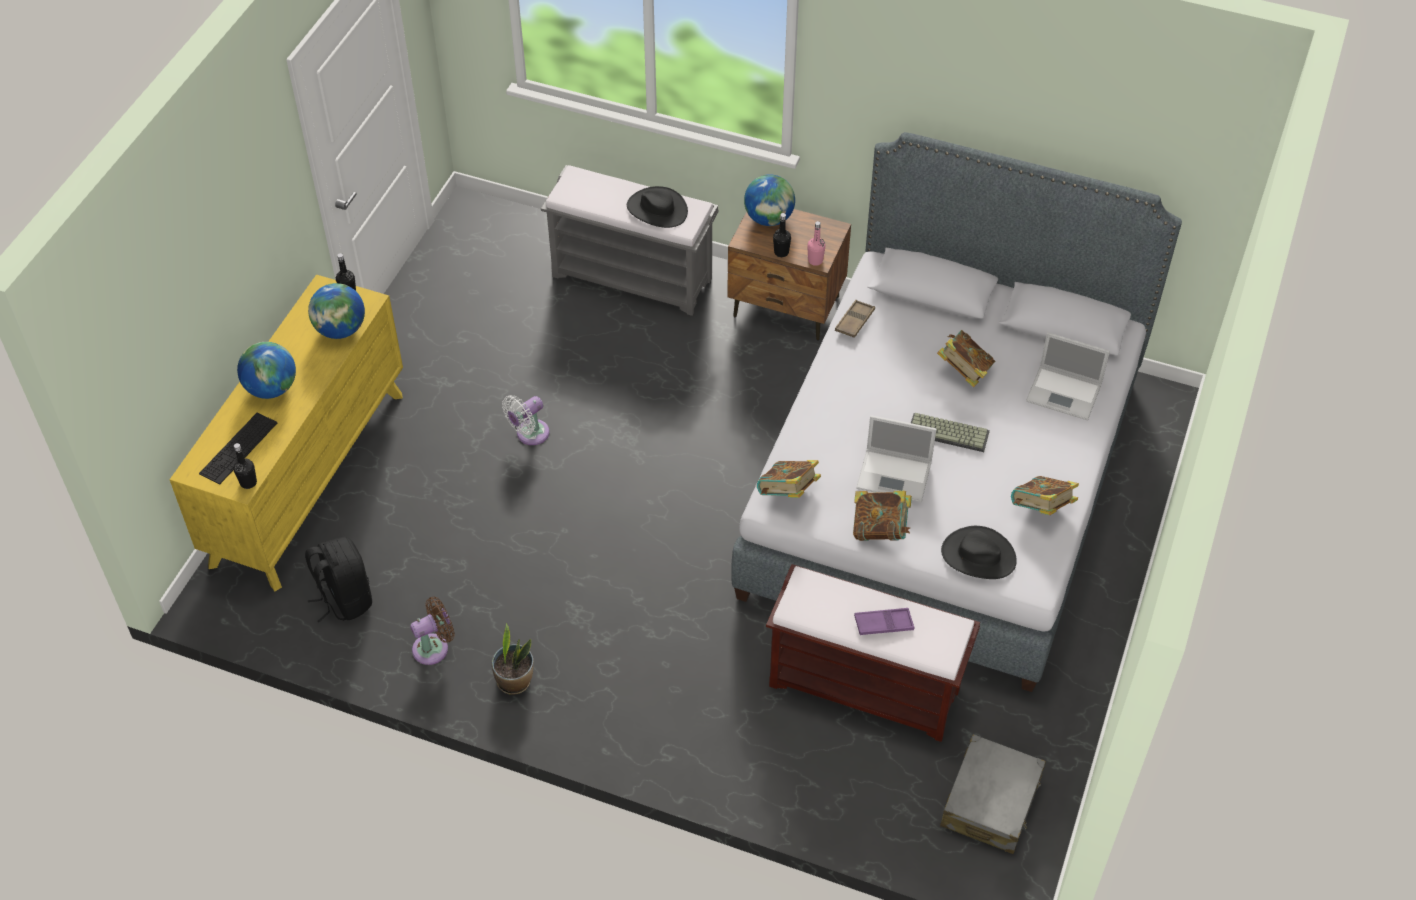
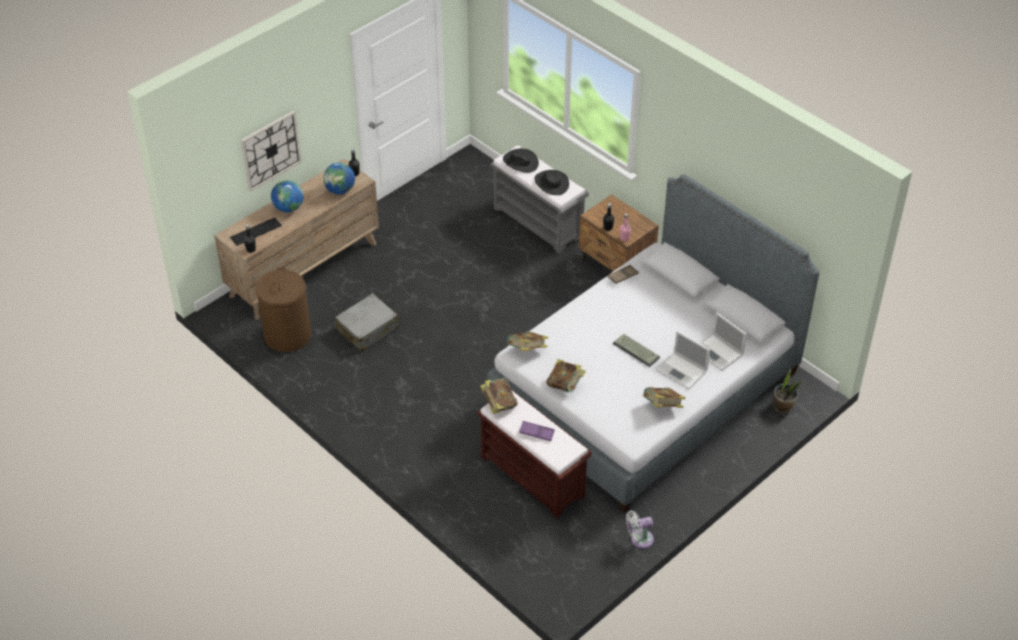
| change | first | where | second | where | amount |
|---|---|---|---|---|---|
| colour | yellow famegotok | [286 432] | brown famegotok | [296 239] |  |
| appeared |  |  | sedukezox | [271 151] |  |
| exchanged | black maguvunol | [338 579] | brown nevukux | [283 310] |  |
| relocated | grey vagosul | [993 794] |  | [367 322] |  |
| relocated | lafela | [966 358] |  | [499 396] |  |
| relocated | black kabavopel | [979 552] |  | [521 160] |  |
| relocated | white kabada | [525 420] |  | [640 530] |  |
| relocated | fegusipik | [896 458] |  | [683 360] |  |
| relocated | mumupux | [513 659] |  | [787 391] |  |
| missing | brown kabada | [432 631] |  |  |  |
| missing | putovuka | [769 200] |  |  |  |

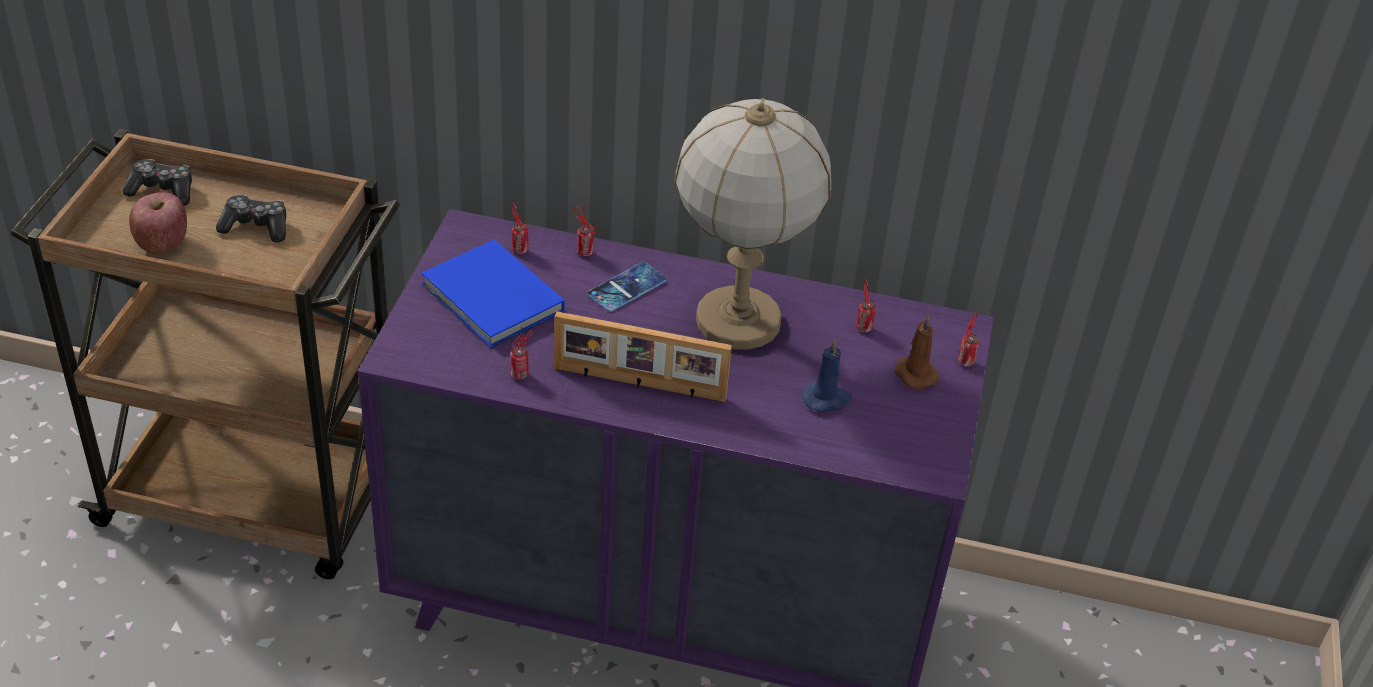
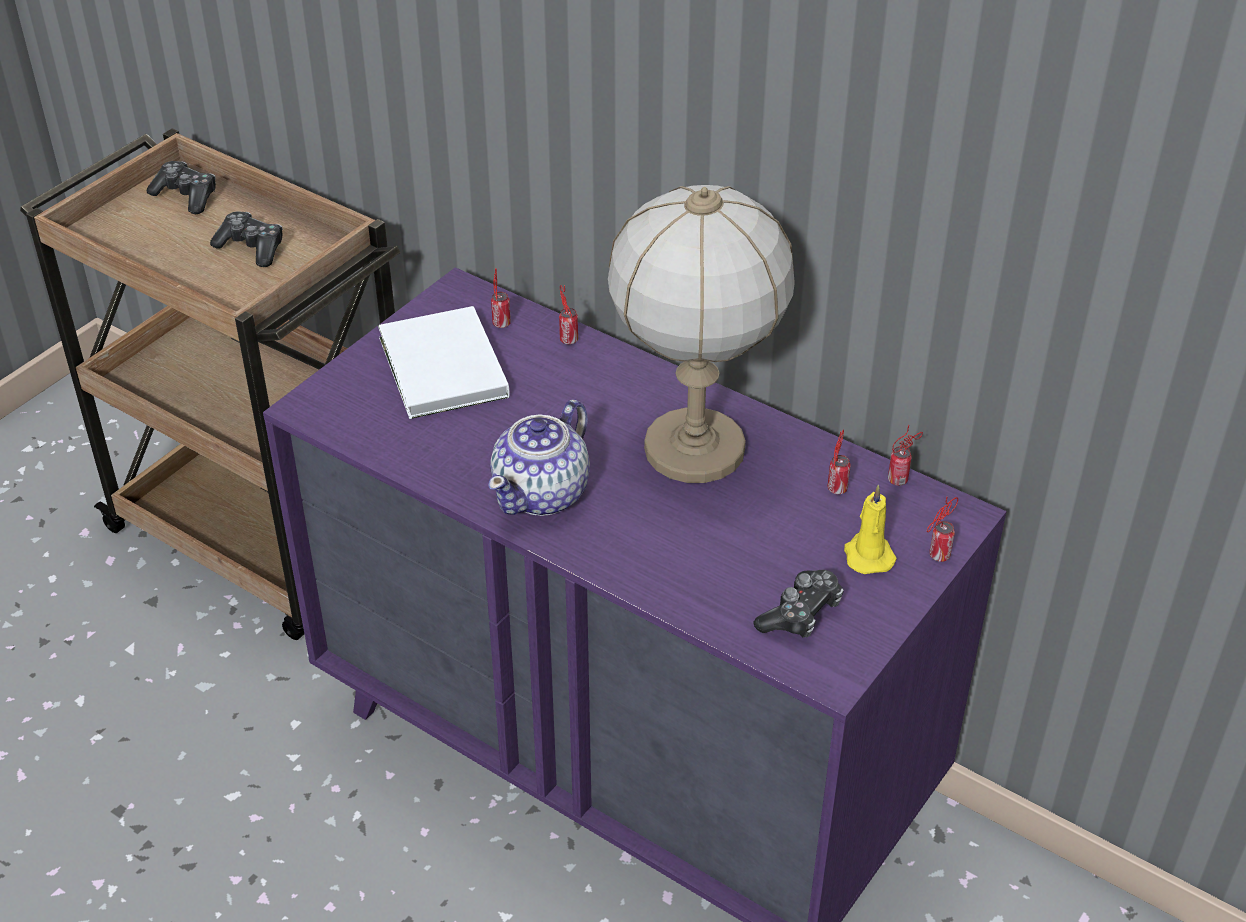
| change | first | where | second | where | amount |
|---|---|---|---|---|---|
| colour | blue lafela | [493 294] | white lafela | [444 362] |  |
| exchanged | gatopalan | [643 356] | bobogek | [539 458] |  |
| appeared |  |  | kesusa | [798 604] |  |
| colour | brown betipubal | [917 352] | yellow betipubal | [870 529] |  |
| relocated | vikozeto | [522 353] |  | [905 455] |  |
| missing | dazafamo | [158 223] |  |  |  |
| missing | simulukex | [627 287] |  |  |  |
| missing | blue betipubal | [827 375] |  |  |  |

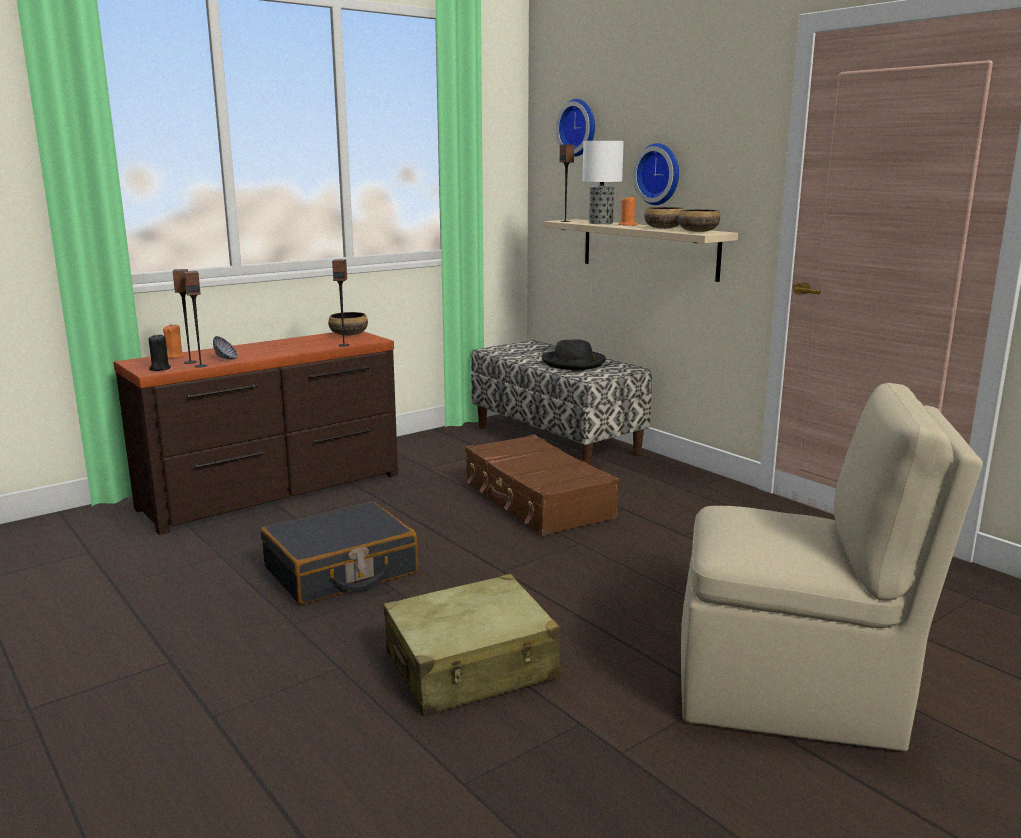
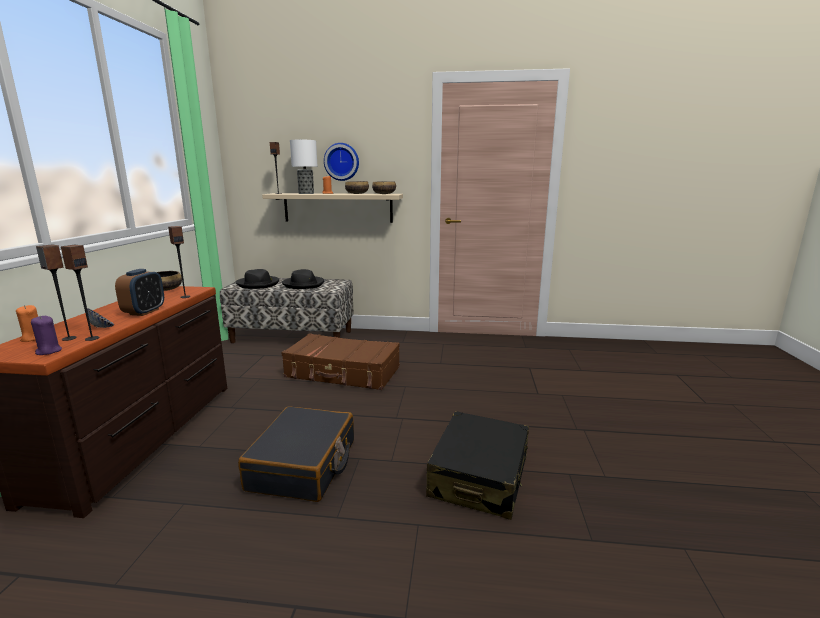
| change | first | where | second | where | amount |
|---|---|---|---|---|---|
| colour | black betipubal | [159 353] | purple betipubal | [46 335] |  |
| appeared |  |  | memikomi | [139 292] |  |
| appeared |  |  | black kabavopel | [257 279] |  |
| colour | beige vagosul | [472 645] | black vagosul | [477 465] |  |
| missing | sedukezox | [575 128] |  |  |  |
| missing | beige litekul | [832 567] |  |  |  |

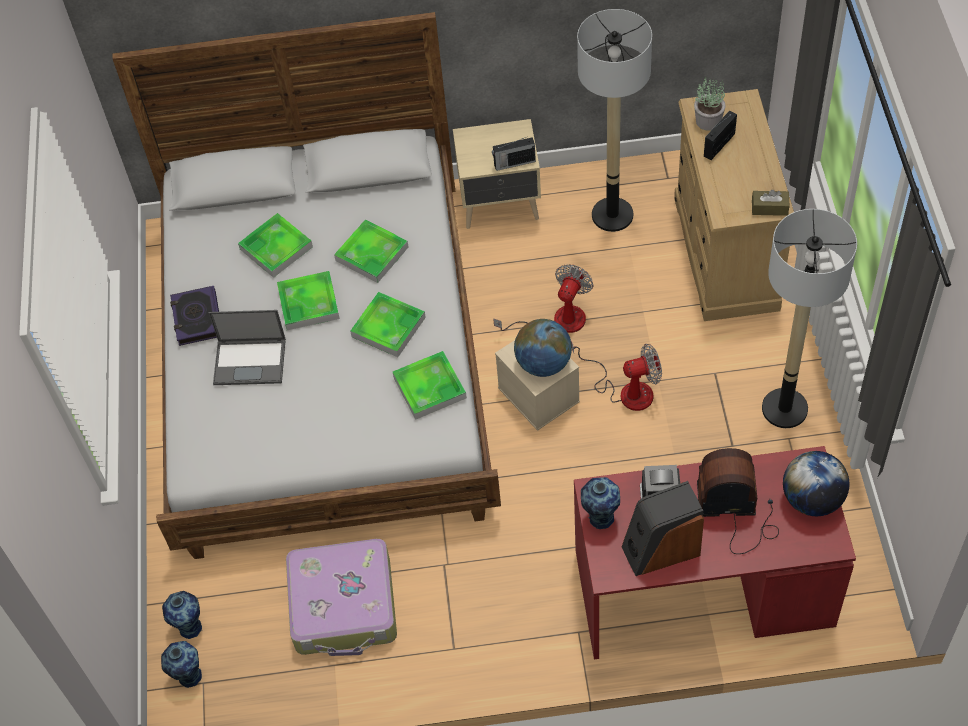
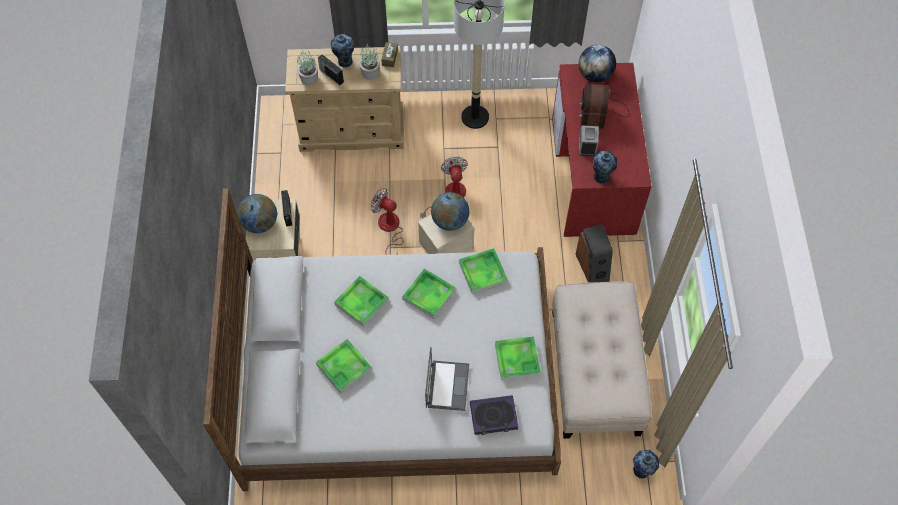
| change | first | where | second | where | amount |
|---|---|---|---|---|---|
| appeared |  |  | putovuka | [257 213] |  |
| relocated | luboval | [182 615] |  | [342 51] |  |
| appeared |  |  | mumupux | [369 62] |  |
| relocated | lafela | [194 316] |  | [494 415] |  |
| relocated | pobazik | [308 300] |  | [518 358] |  |
| exchanged | vagosul | [341 597] | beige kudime | [602 360] |  |
| relocated | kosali | [663 528] |  | [594 253] |  |
| missing | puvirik | [614 120] |  |  |  |

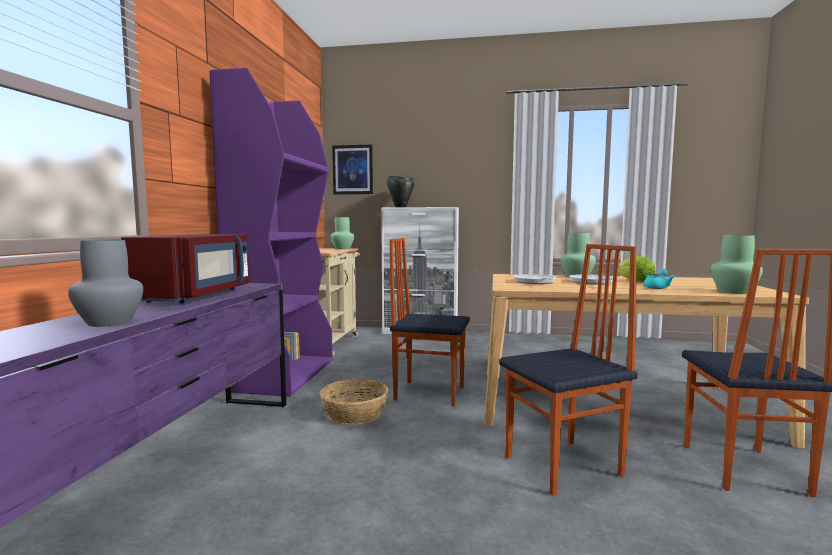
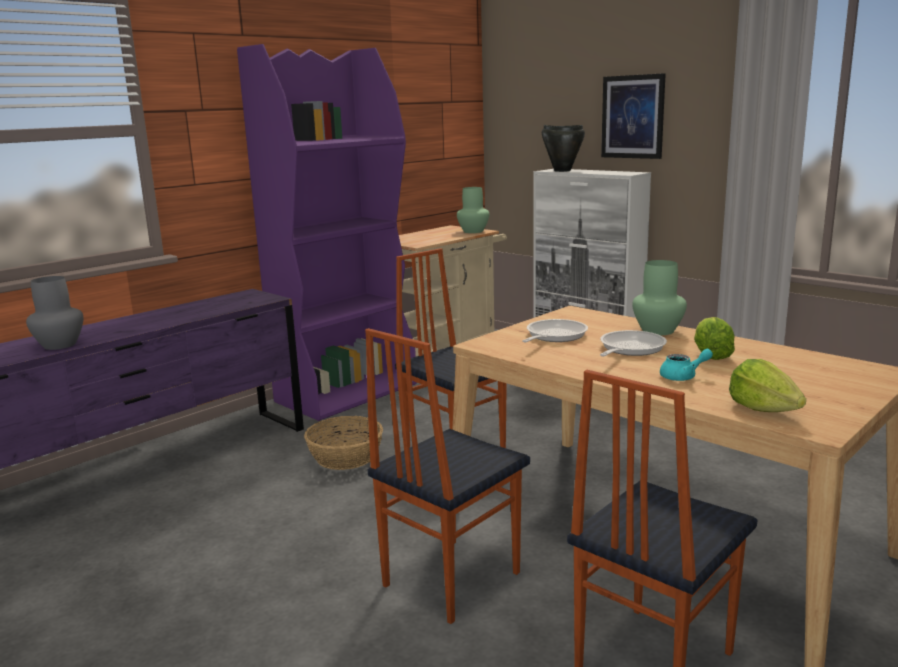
| change | first | where | second | where | amount |
|---|---|---|---|---|---|
| spun | litekul | [568 370] |  | [447 476] | 120 degrees clockwise |
| relocated | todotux | [352 169] |  | [633 116] |  |
| exchanged | green luboval | [737 264] | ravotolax | [767 385] |  |
| missing | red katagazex | [185 269] |  |  |  |

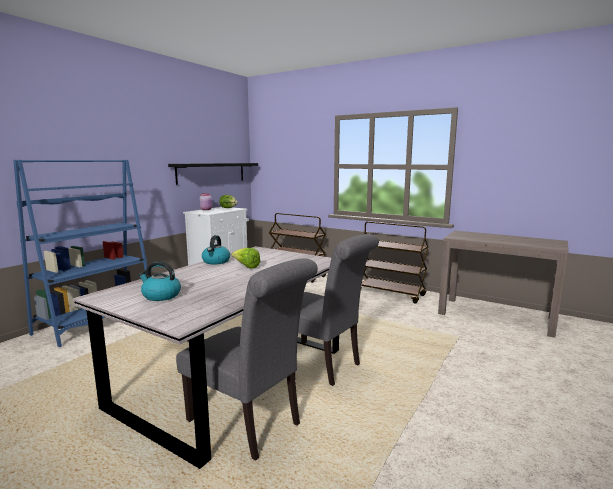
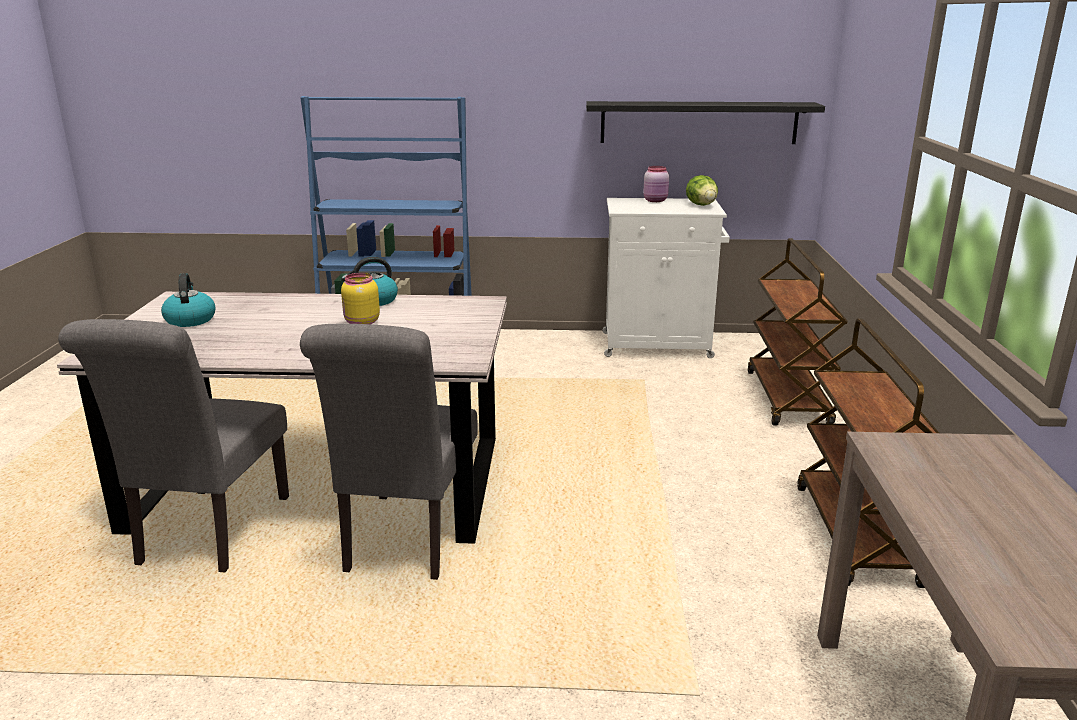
| change | first | where | second | where | amount |
|---|---|---|---|---|---|
| exchanged | ravotolax | [245 258] | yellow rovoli | [360 298] |  |

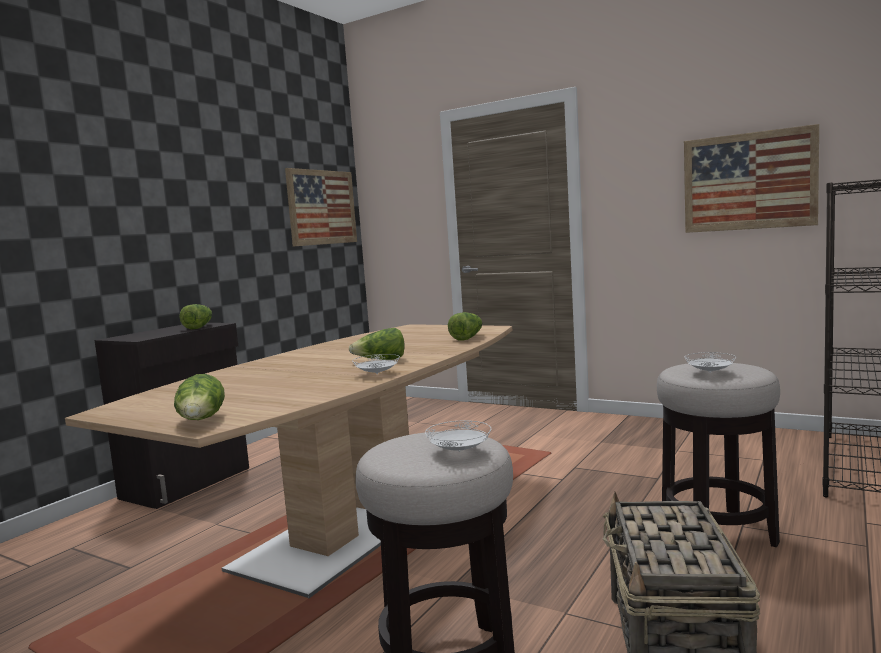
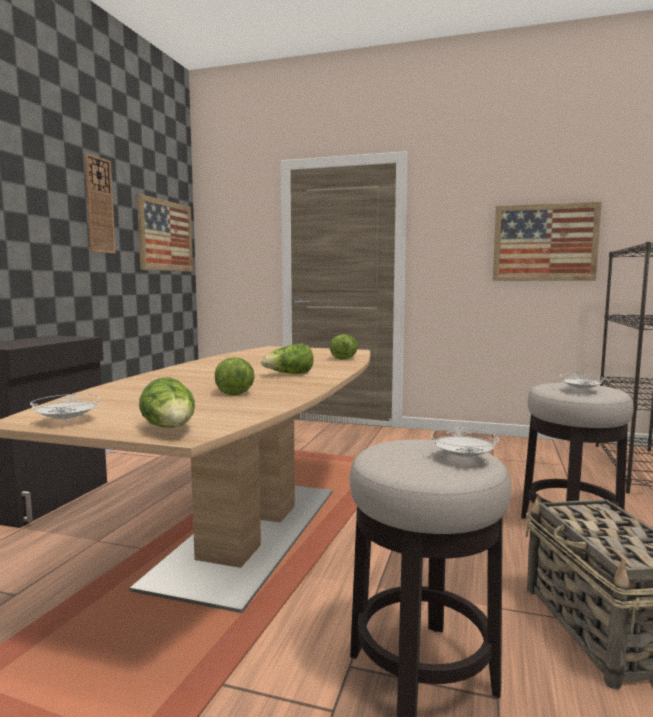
| change | first | where | second | where | amount |
|---|---|---|---|---|---|
| relocated | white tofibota | [376 364] |  | [65 407] |  |
| appeared |  |  | sedukezox | [100 203] |  |
| relocated | ravotolax | [195 317] |  | [235 376] |  |

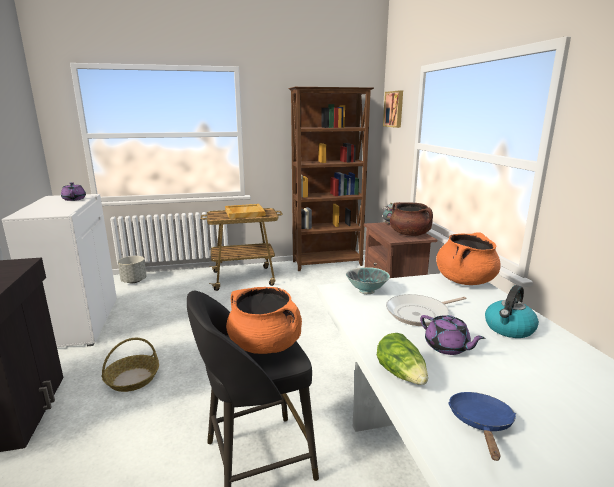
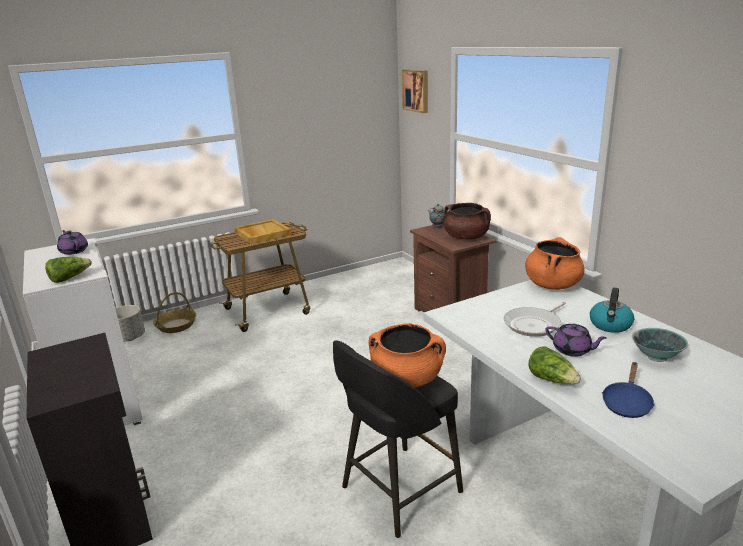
| change | first | where | second | where | amount |
|---|---|---|---|---|---|
| appeared |  |  | ravotolax | [68 270] |  |
| relocated | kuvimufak | [130 365] |  | [174 312] |  |
| spun | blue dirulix | [482 426] |  | [628 390] | 150 degrees counterclockwise |
| relocated | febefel | [368 280] |  | [660 345] |  |
| missing | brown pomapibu | [331 179] |  |  |  |

